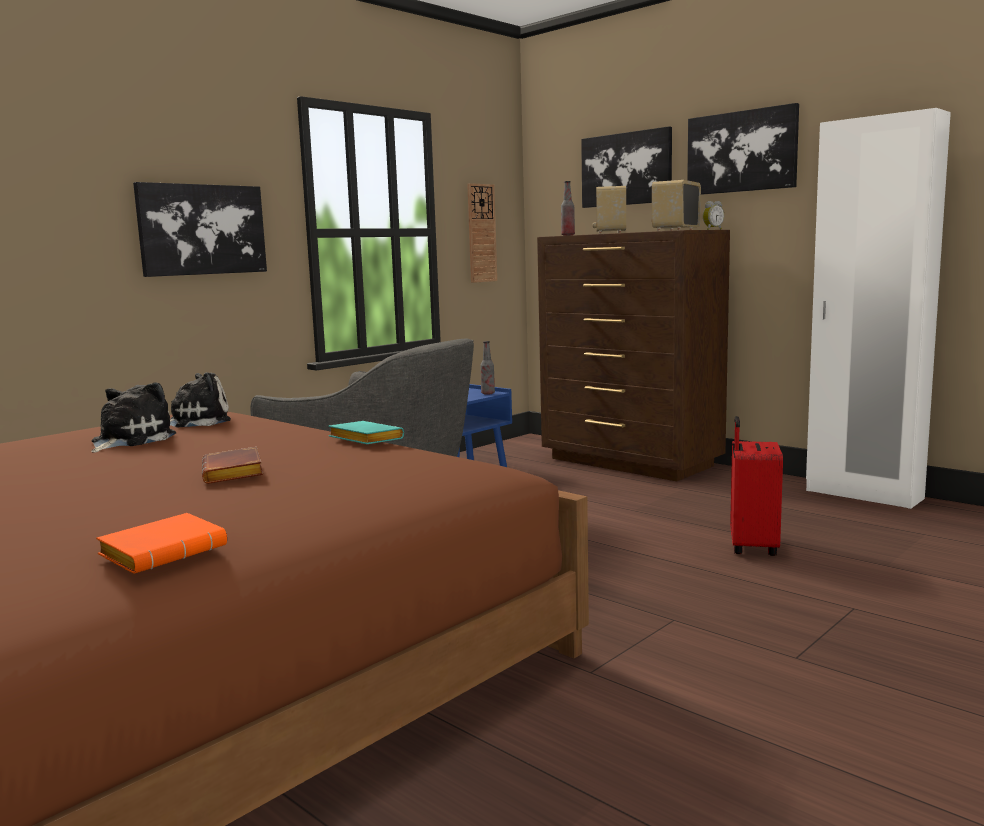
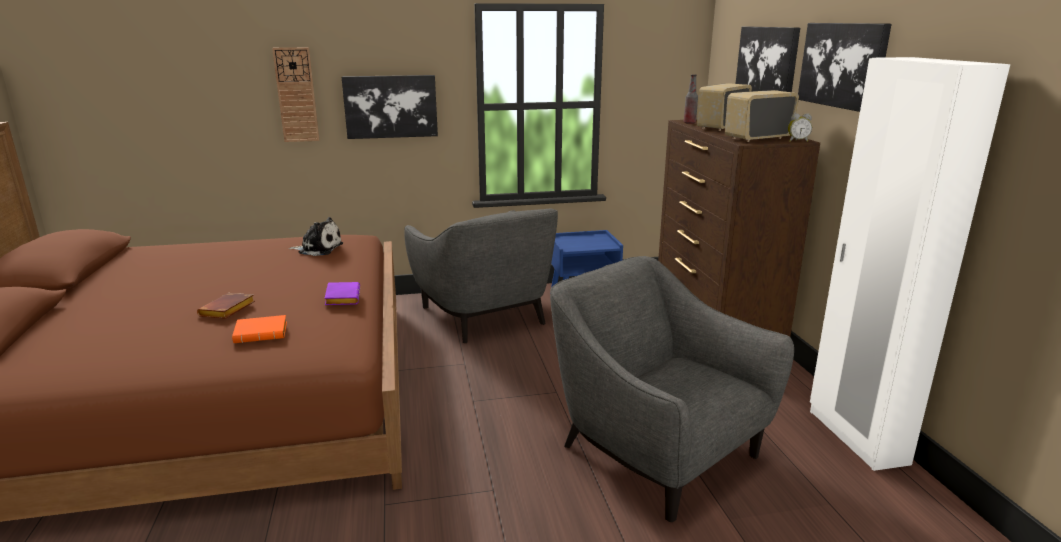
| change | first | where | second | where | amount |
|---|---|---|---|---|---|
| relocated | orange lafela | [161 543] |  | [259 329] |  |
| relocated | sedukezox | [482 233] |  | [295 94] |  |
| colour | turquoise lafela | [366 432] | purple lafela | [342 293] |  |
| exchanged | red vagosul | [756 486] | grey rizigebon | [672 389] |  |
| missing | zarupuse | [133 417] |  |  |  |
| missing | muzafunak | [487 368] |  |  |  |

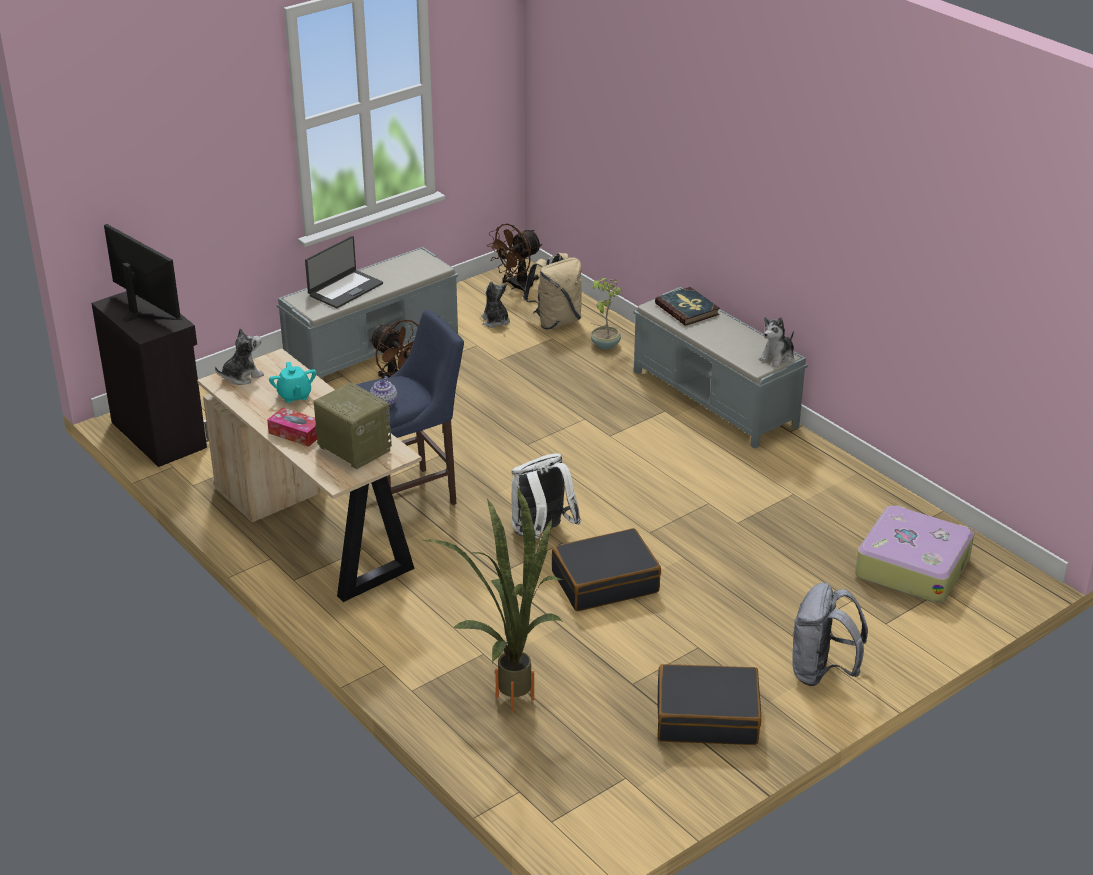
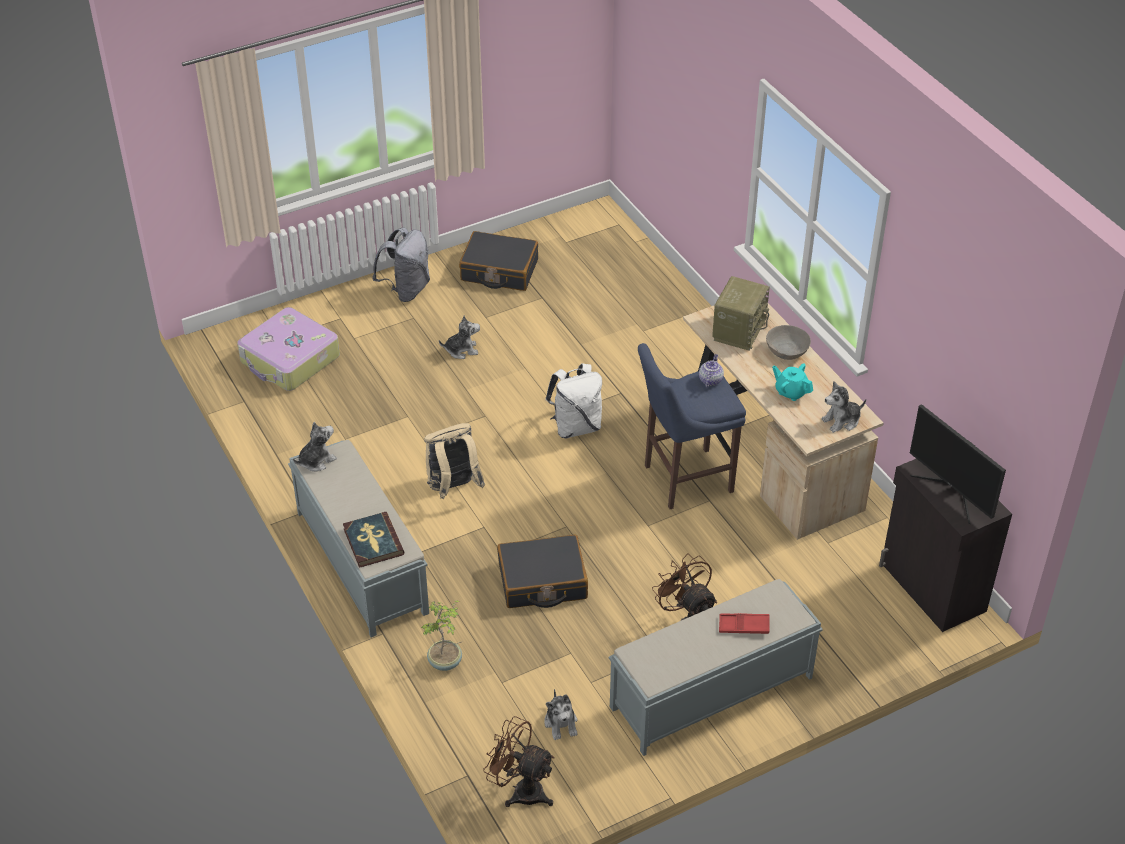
| change | first | where | second | where | amount |
|---|---|---|---|---|---|
| relocated | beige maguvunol | [552 291] |  | [454 461] |  |
| appeared |  |  | zarupuse | [459 337] |  |
| spun | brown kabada | [514 258] |  | [519 761] | 120 degrees counterclockwise |
| relocated | black vagosul | [606 569] |  | [542 571] |  |
| spun | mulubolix | [353 425] |  | [741 313] | 120 degrees counterclockwise |
| exchanged | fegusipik | [344 272] | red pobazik | [744 623] |  |
| exchanged | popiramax | [292 427] | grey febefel | [788 342] |  |
| spun | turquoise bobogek | [293 382] |  | [792 382] | 45 degrees counterclockwise |
| missing | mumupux | [493 599] |  |  |  |

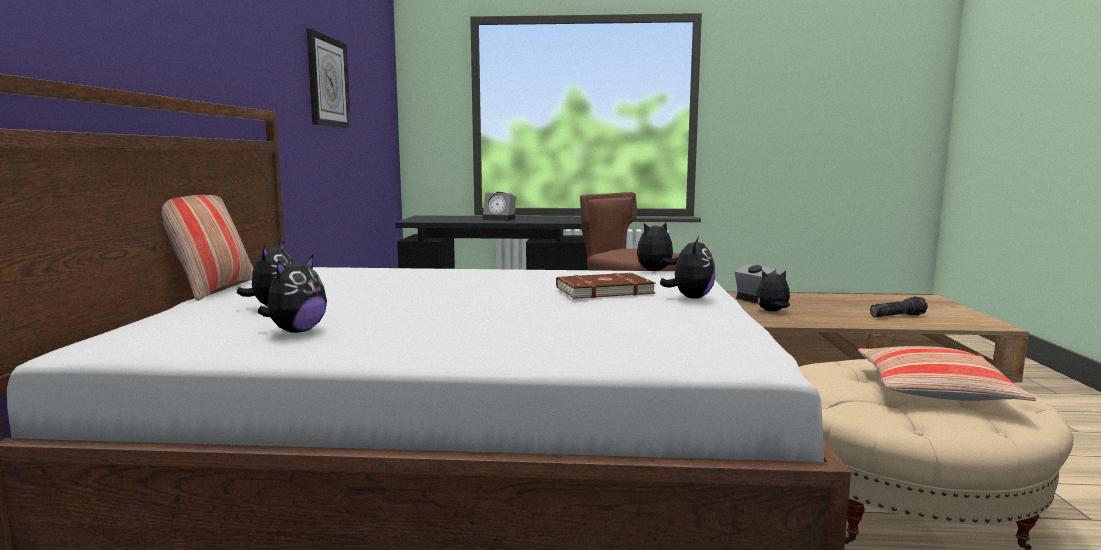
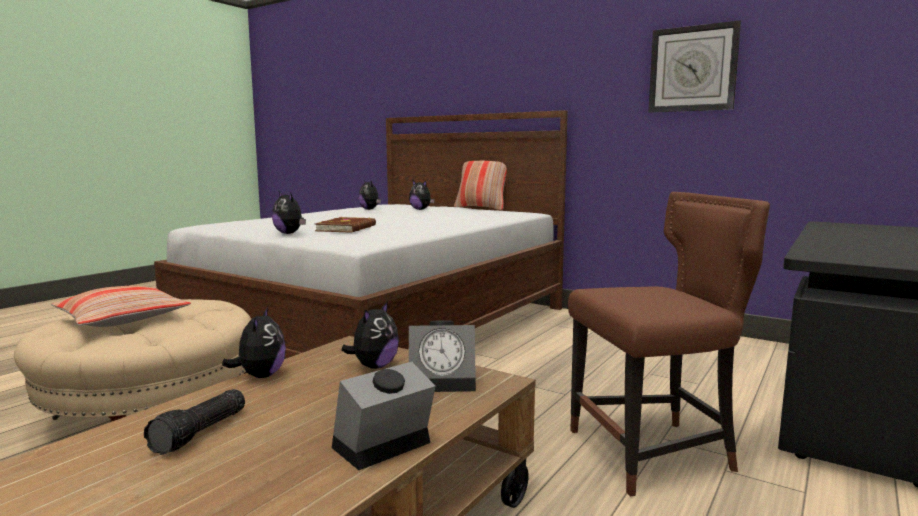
| change | first | where | second | where | amount |
|---|---|---|---|---|---|
| relocated | zarupuse | [657 246] |  | [254 342] |  |
| relocated | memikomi | [499 206] |  | [383 416] |  |

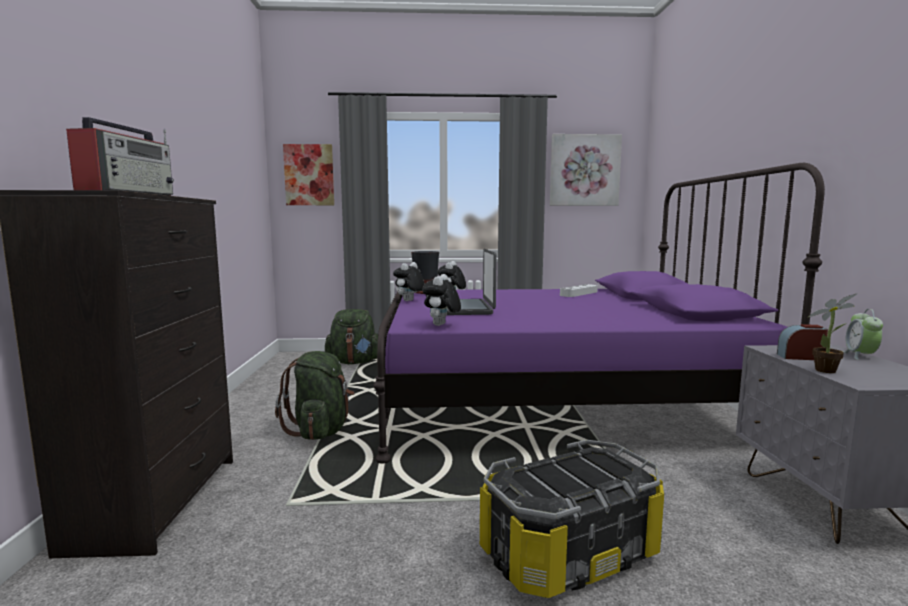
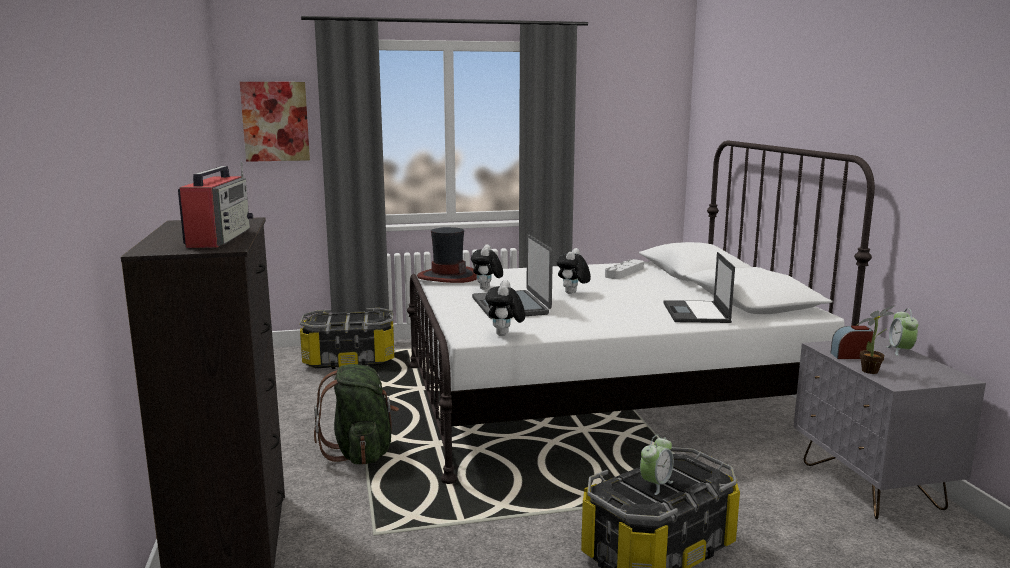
| change | first | where | second | where | amount |
|---|---|---|---|---|---|
| exchanged | green maguvunol | [351 336] | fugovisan | [347 338] |  |
| colour | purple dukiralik | [599 313] | white dukiralik | [641 312] |  |
| relocated | zarupuse | [409 281] |  | [574 271] |  |
| appeared |  |  | memikomi | [657 465] |  |
| appeared |  |  | fegusipik | [699 287] |  |
| missing | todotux | [586 170] |  |  |  |

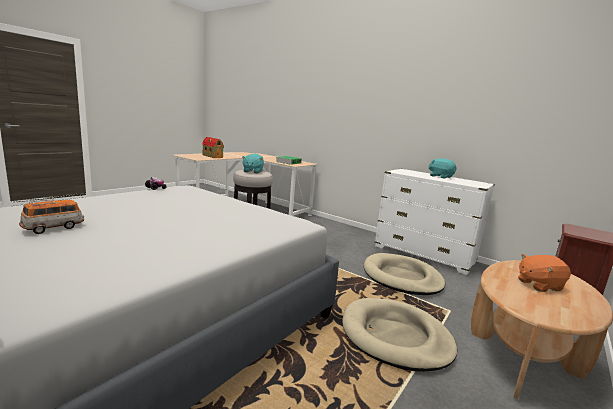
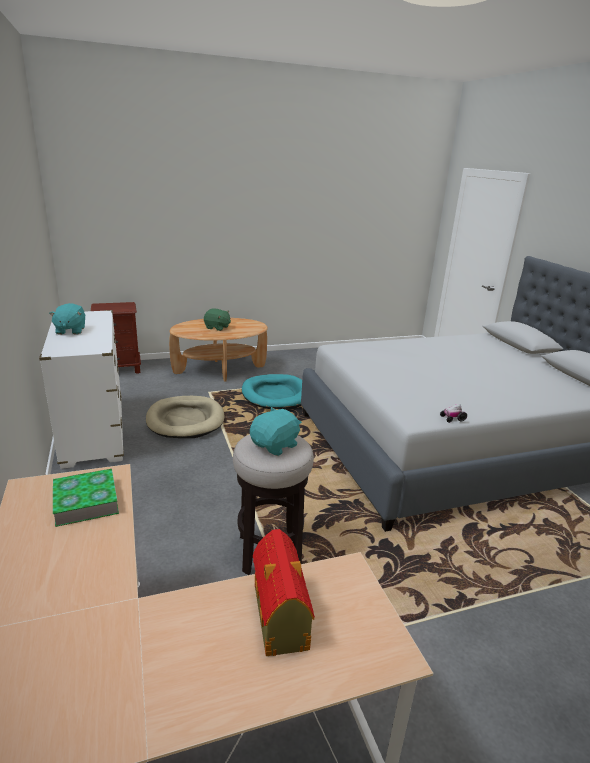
| change | first | where | second | where | amount |
|---|---|---|---|---|---|
| colour | orange zarupuse | [544 273] | green zarupuse | [217 320] |  |
| colour | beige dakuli | [399 335] | turquoise dakuli | [272 391] |  |
| missing | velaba | [51 216] |  |  |  |

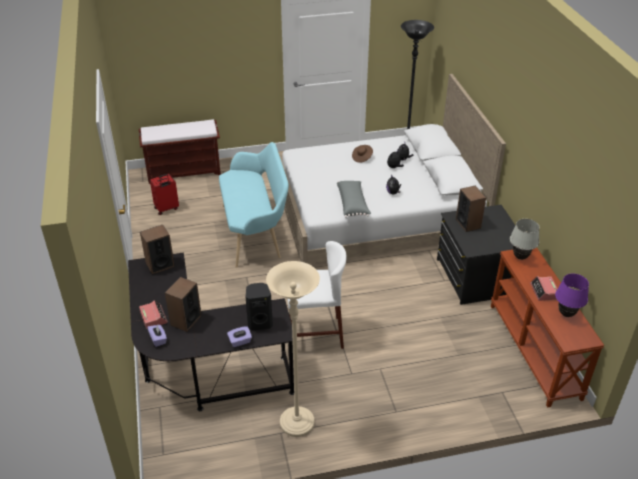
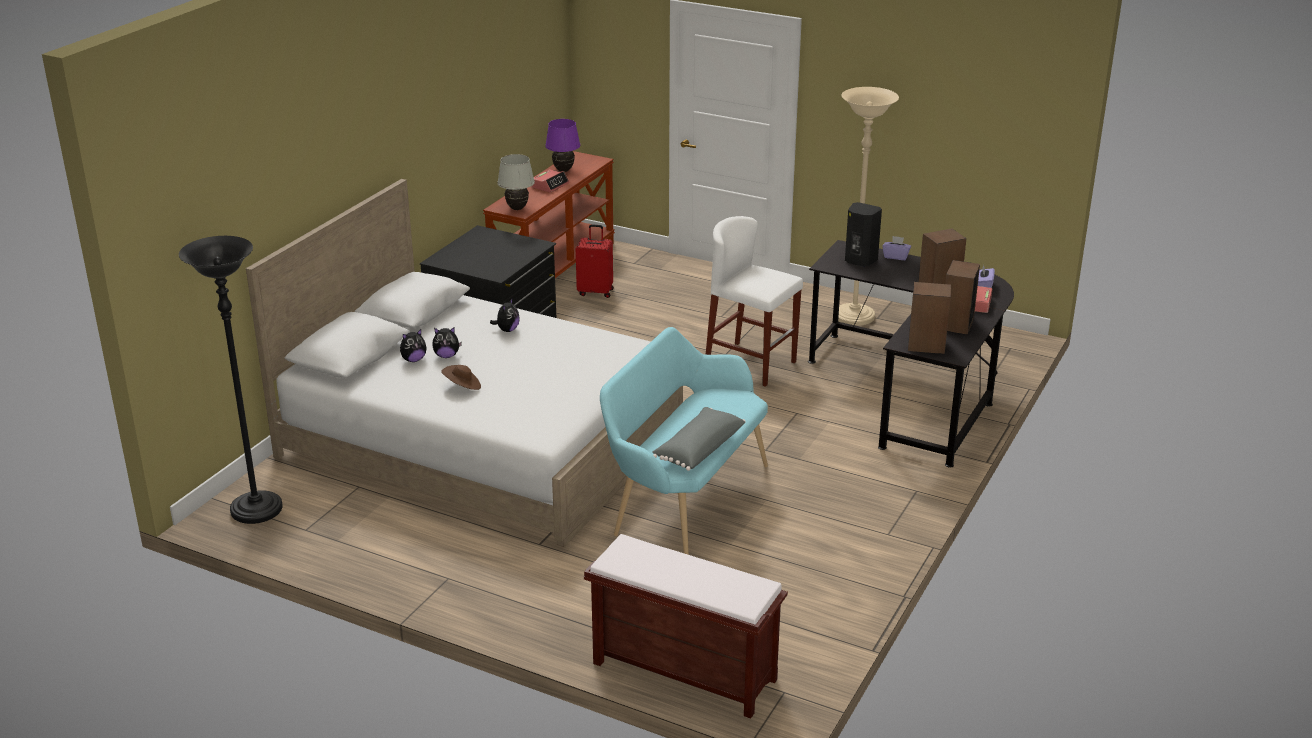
| change | first | where | second | where | amount |
|---|---|---|---|---|---|
| relocated | red vagosul | [164 194] |  | [595 261] |  |
| relocated | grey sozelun | [354 199] |  | [699 439] |  |
| relocated | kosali | [471 209] |  | [962 297] |  |

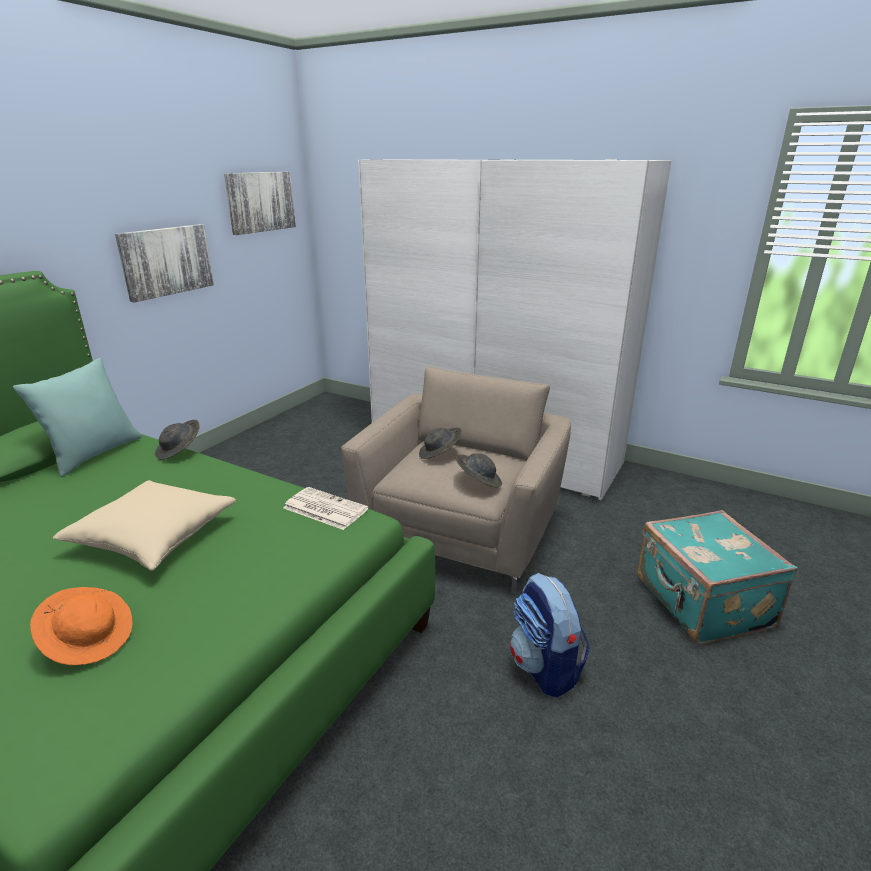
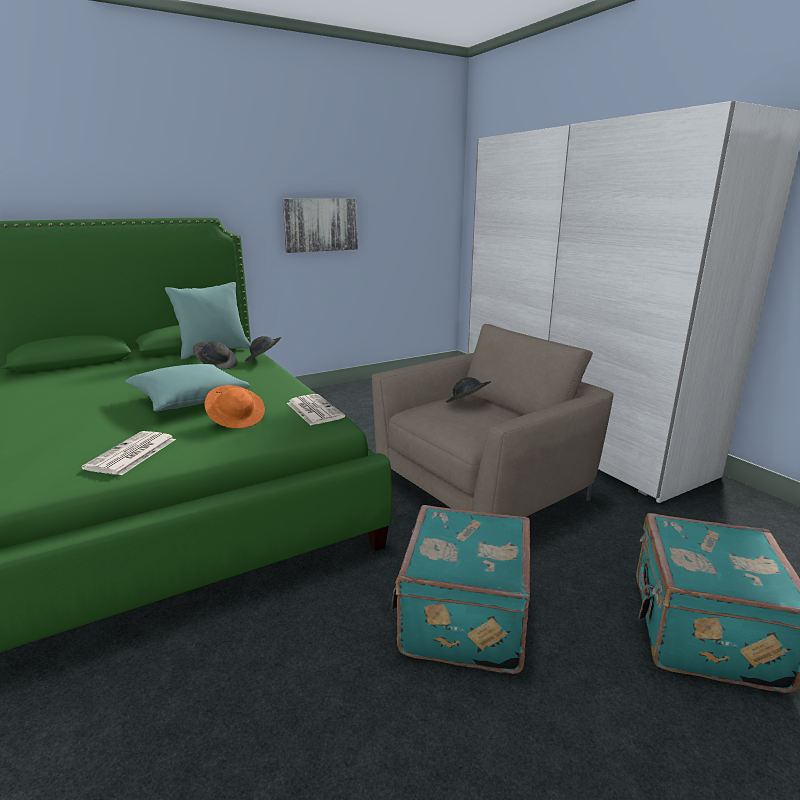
| change | first | where | second | where | amount |
|---|---|---|---|---|---|
| appeared |  |  | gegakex | [129 453] |  |
| colour | beige sozelun | [144 525] | turquoise sozelun | [187 388] |  |
| relocated | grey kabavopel | [479 470] |  | [215 355] |  |
| relocated | orange kabavopel | [81 626] |  | [235 406] |  |
| exchanged | maguvunol | [550 635] | turquoise vagosul | [461 589] |  |
| missing | todotux | [260 203] |  |  |  |

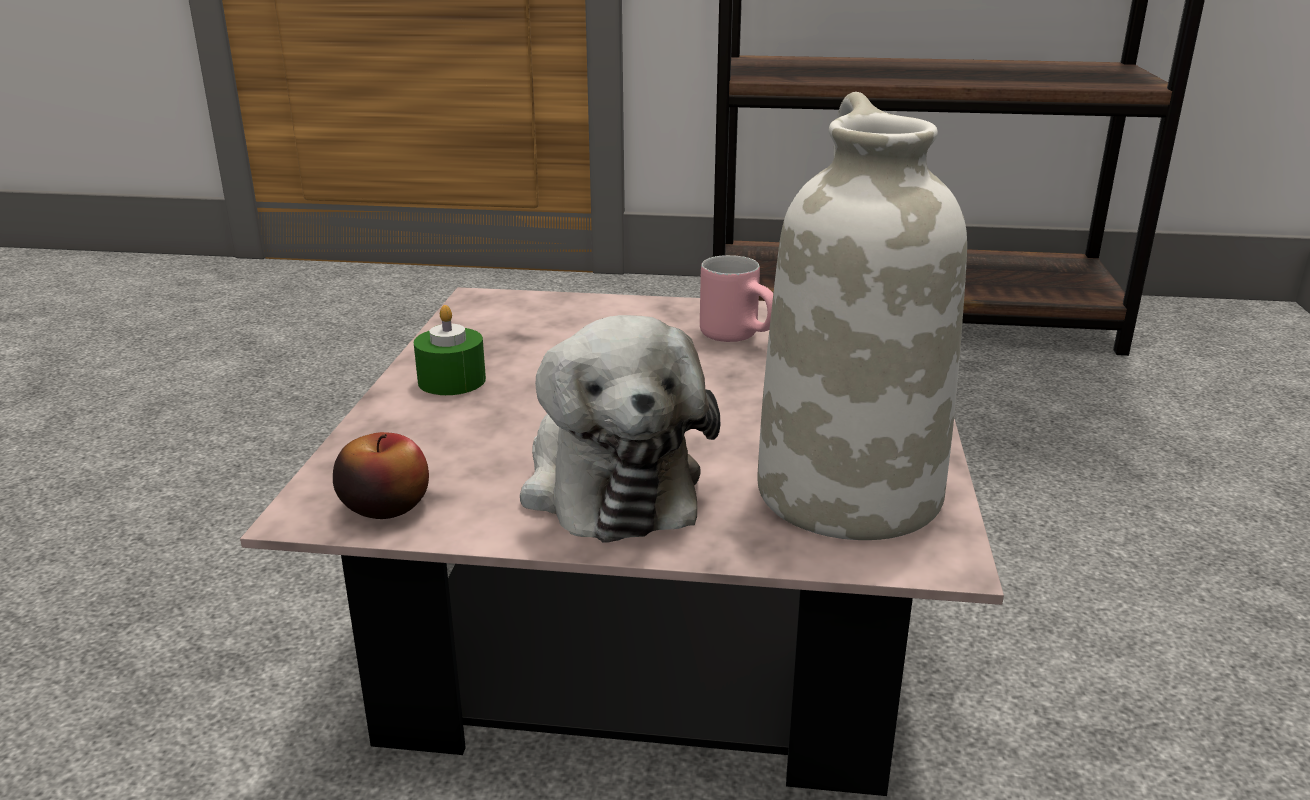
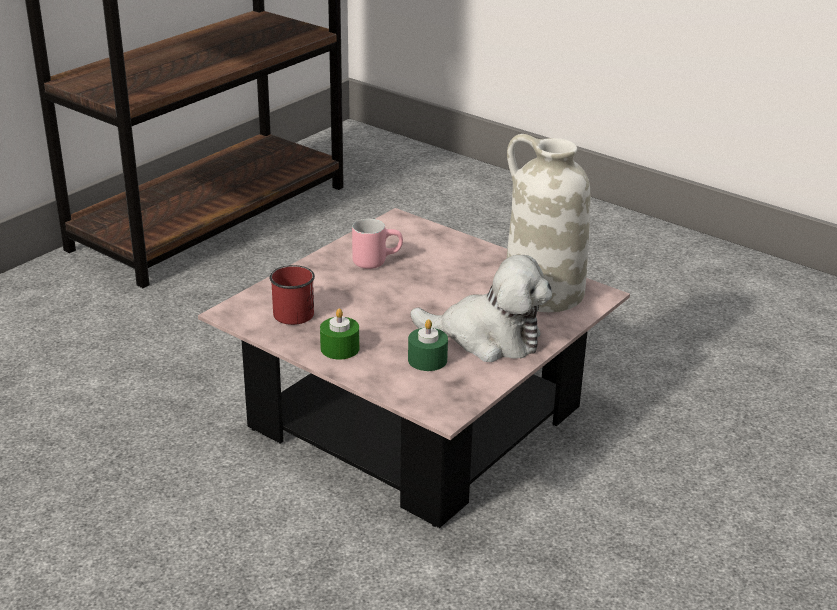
| change | first | where | second | where | amount |
|---|---|---|---|---|---|
| appeared |  |  | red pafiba | [292 295] |  |
| appeared |  |  | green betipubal | [428 345] |  |
| missing | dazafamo | [381 475] |  |  |  |

